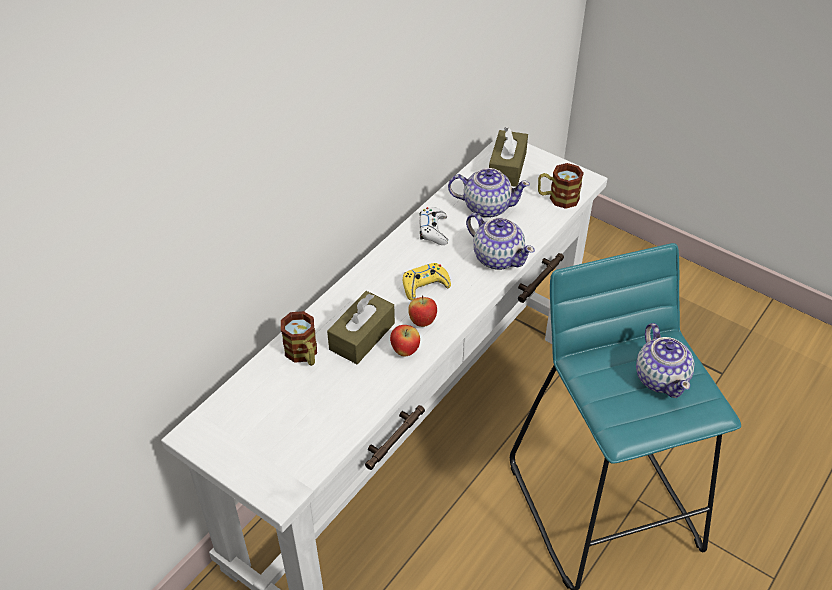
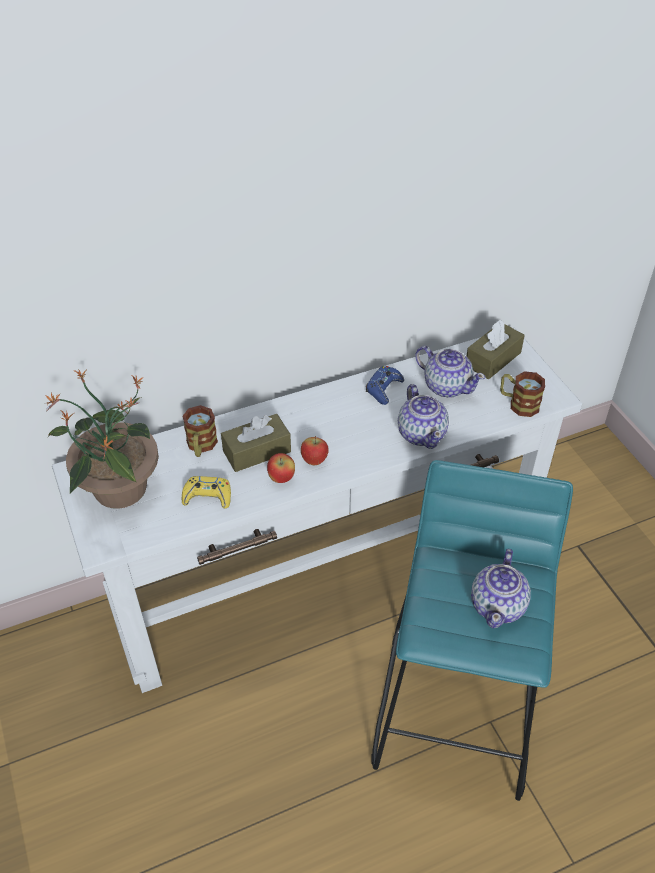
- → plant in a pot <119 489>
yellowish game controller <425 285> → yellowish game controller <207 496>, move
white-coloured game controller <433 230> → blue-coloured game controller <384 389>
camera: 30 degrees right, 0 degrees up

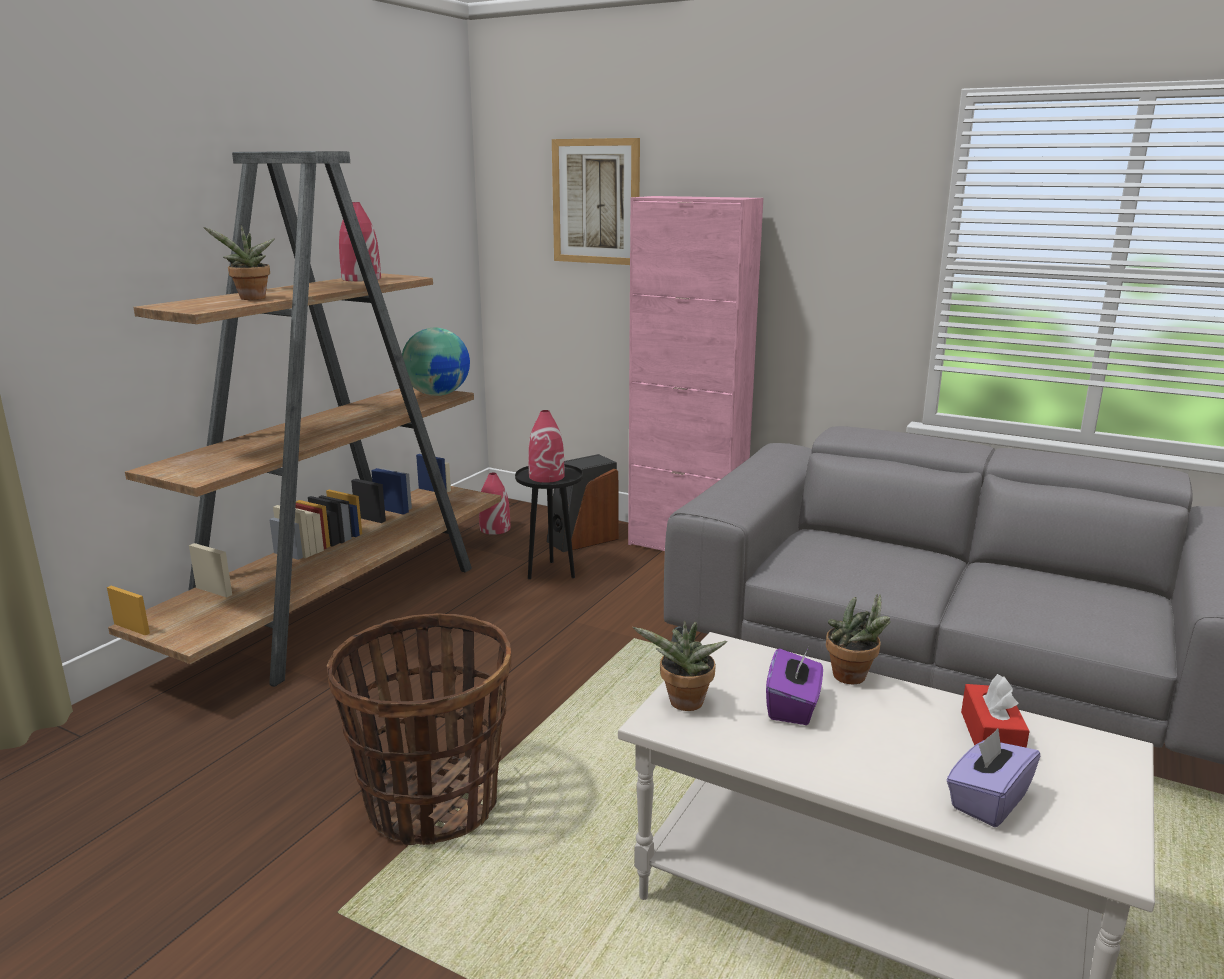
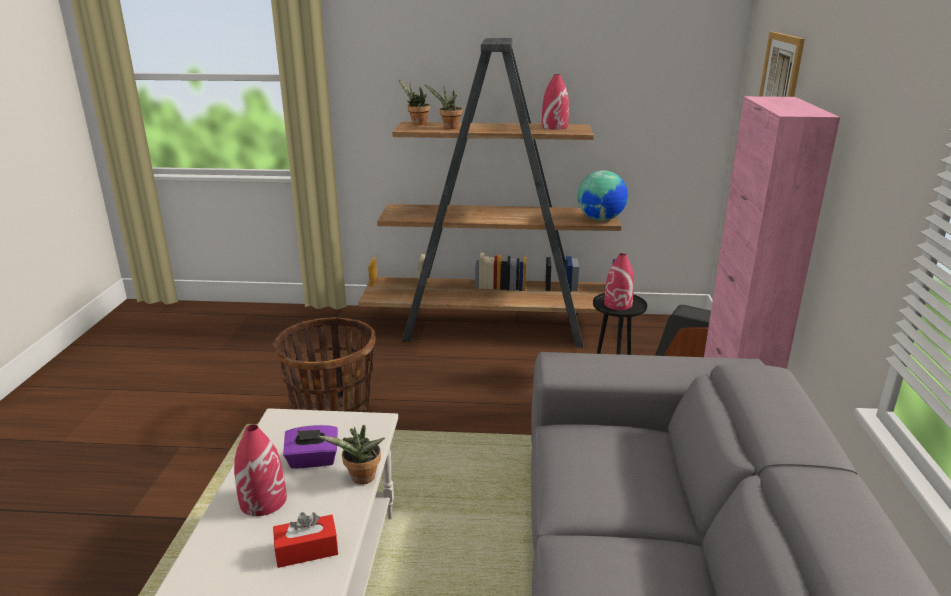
purple-coloured tissue holder <987 800> → -
red-coloured decorative vase <494 529> → red-coloured decorative vase <263 500>, move
plant in a pot <683 705> → plant in a pot <417 123>, move
camera: 65 degrees right, 5 degrees up

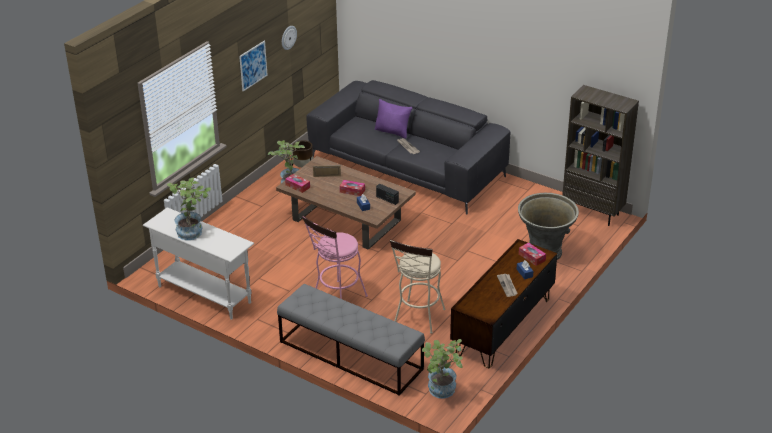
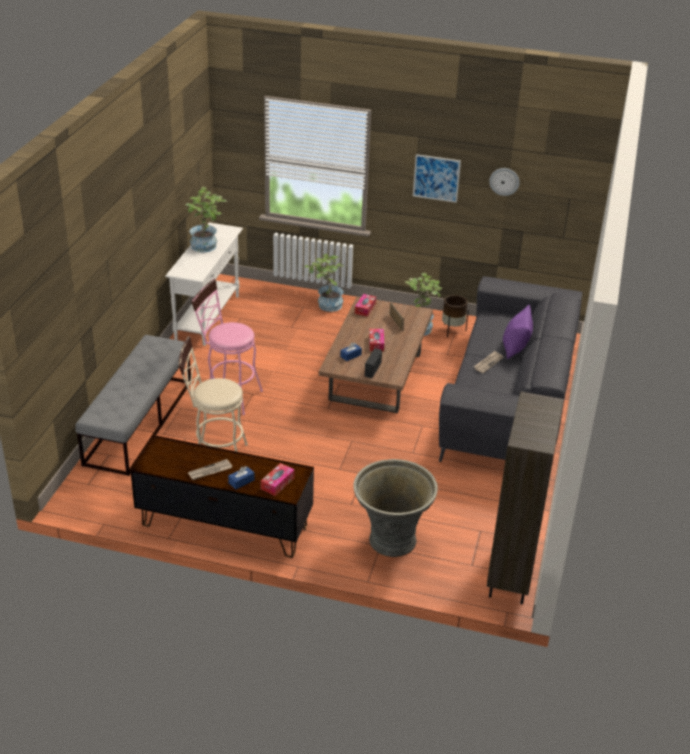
plant in a pot <441 392> → plant in a pot <326 305>, move
camera: 70 degrees right, 0 degrees up

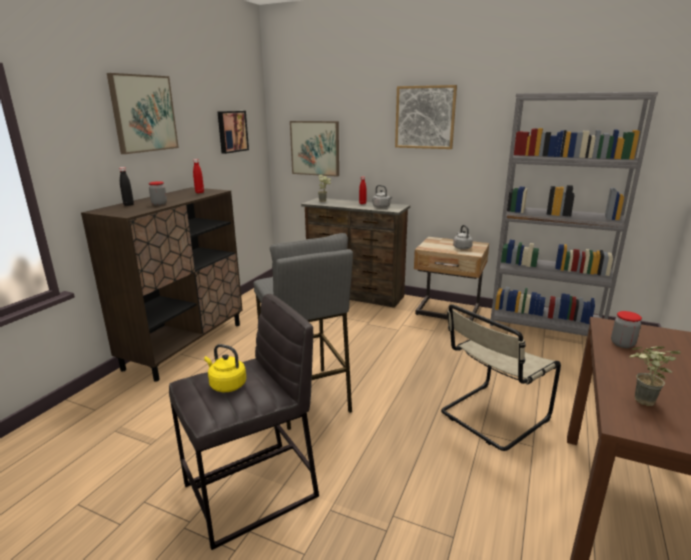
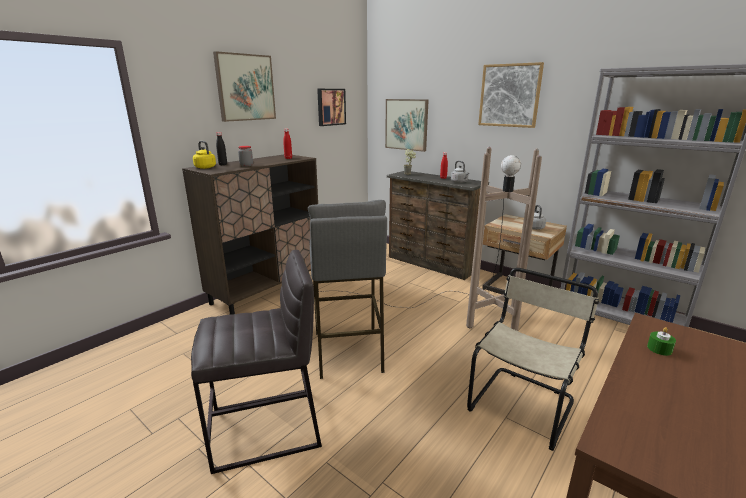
plant in a pot <640 402> → -
- → brown standard lamp <442 309>
yellowish kettle <226 385> → yellowish kettle <204 167>, move
storage jar <622 344> → green wax light <659 349>
beige chair <491 417> → beige chair <523 403>, 150 degrees clockwise
camera: 15 degrees right, 0 degrees up

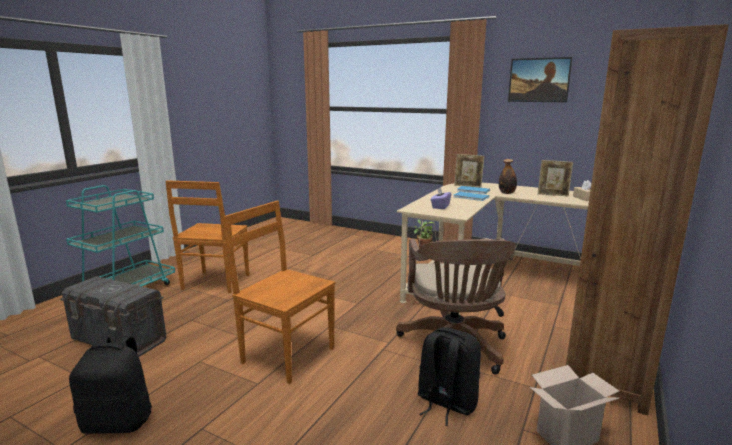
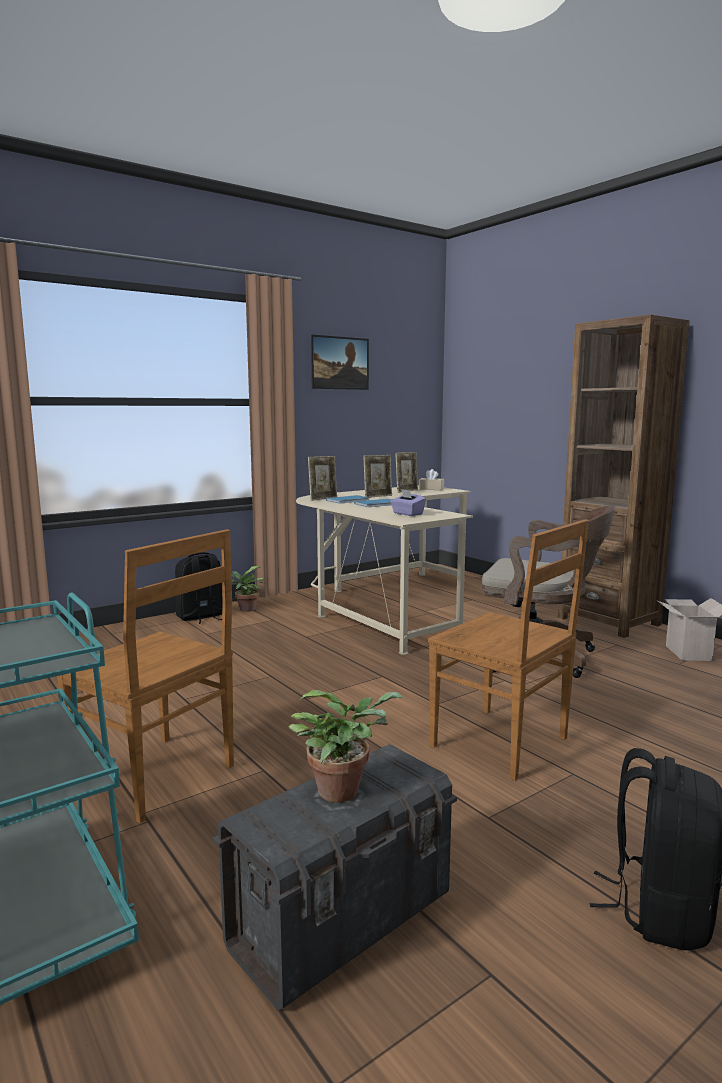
- → plant in a pot <343 789>
black-coloured rucksack <446 403> → black-coloured rucksack <201 617>, move
drink bottle <506 193> → photo frame <378 496>
brown chair <286 354> → brown chair <502 743>, 105 degrees counterclockwise
camera: 65 degrees left, 5 degrees down

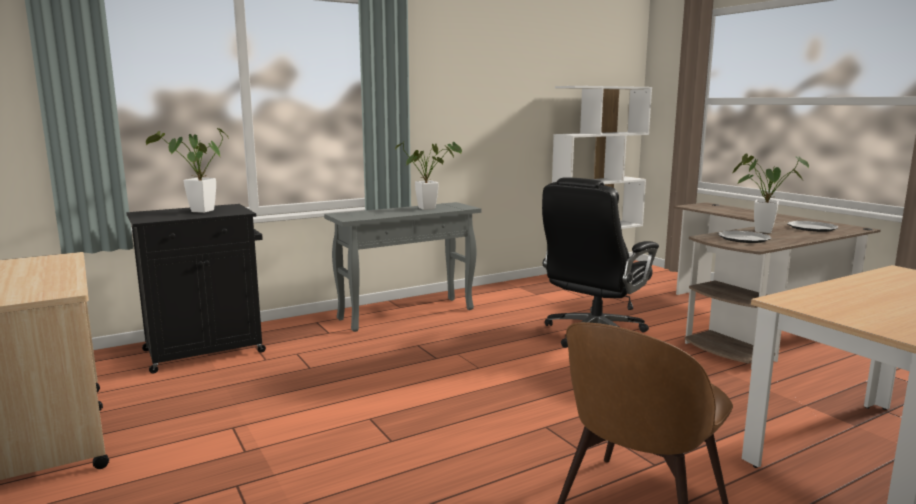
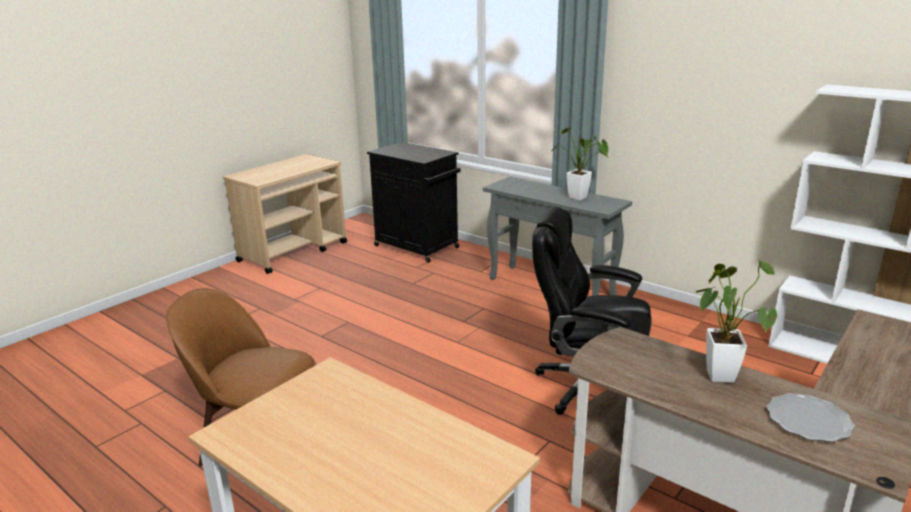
plant in a pot <199 212> → -
flat dish <743 239> → -
camera: 70 degrees right, 10 degrees up

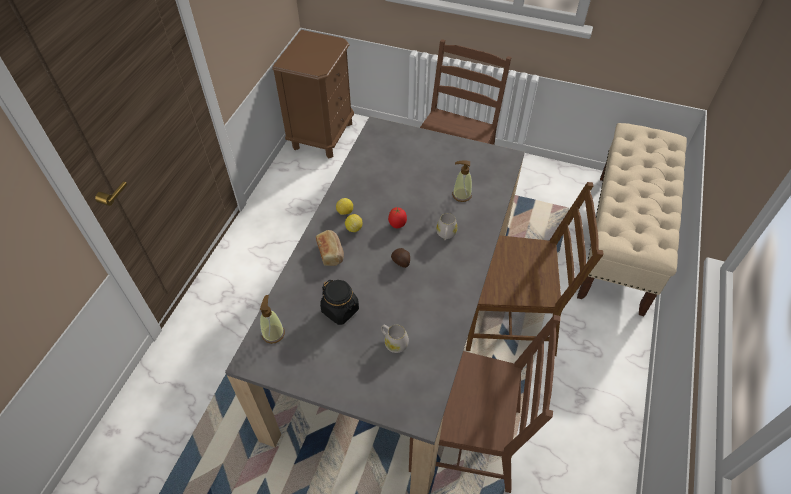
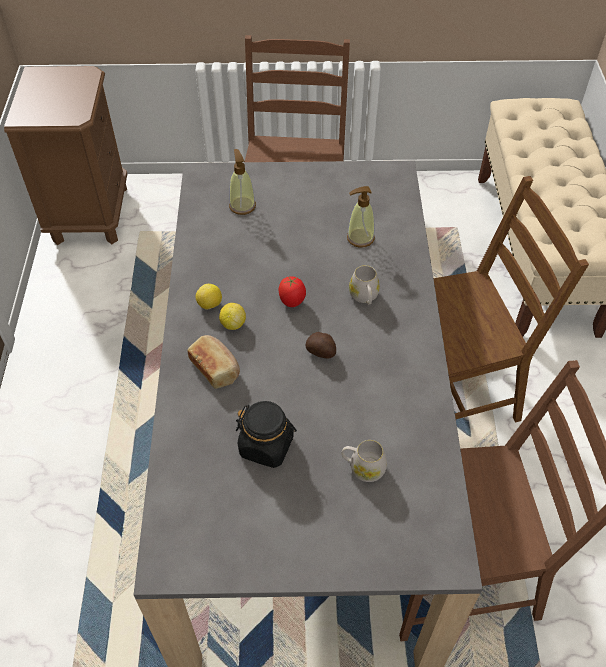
soap dispenser <273 333> → soap dispenser <242 206>, move
camera: 20 degrees left, 0 degrees up

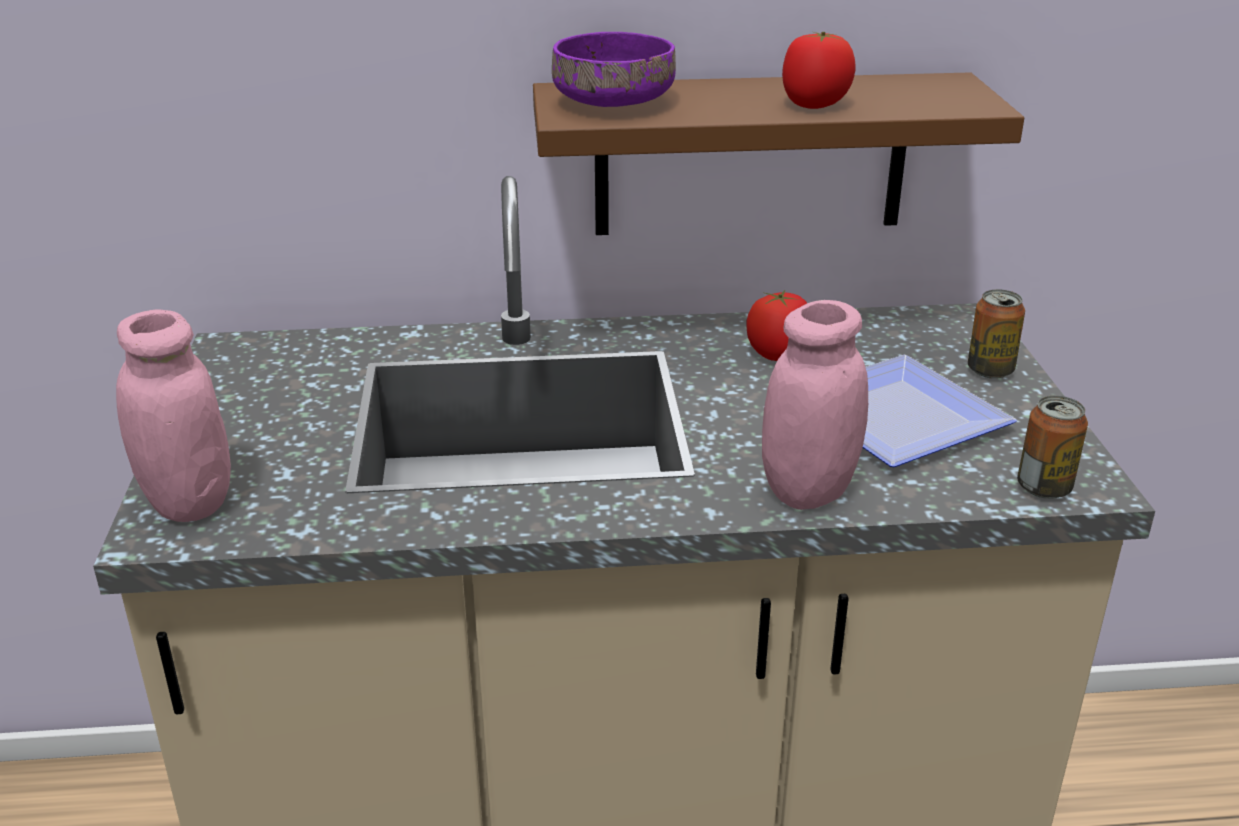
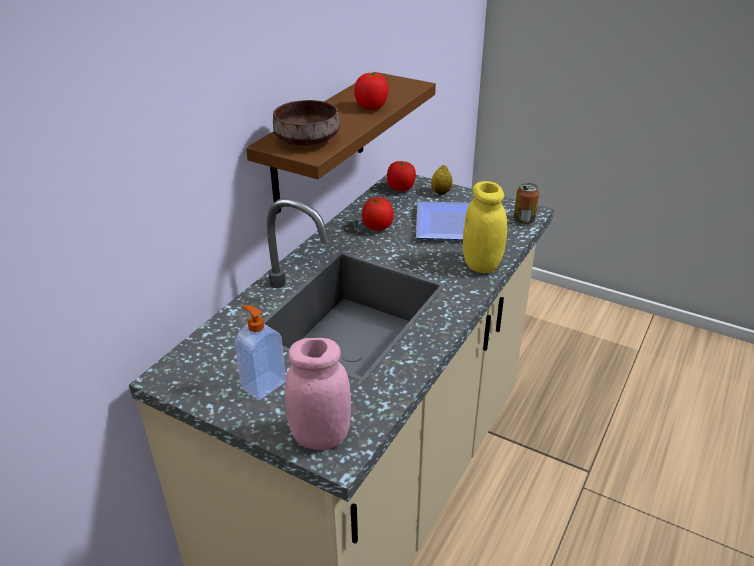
- → soap dispenser <263 385>
- → whole tomato <400 188>
can <990 370> → lemon <441 192>
purple-coloured serving bowl <613 102> → brown serving bowl <306 140>
pink-coloured storage jar <808 491> → yellowish storage jar <481 264>
camera: 55 degrees left, 5 degrees up

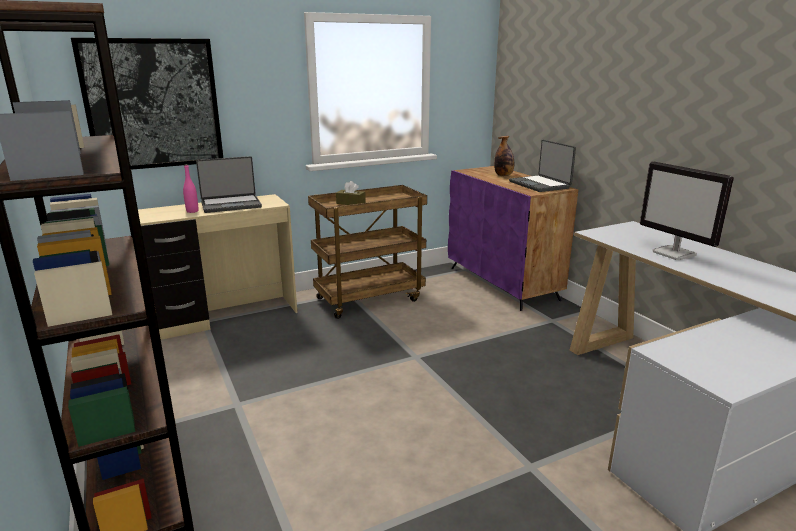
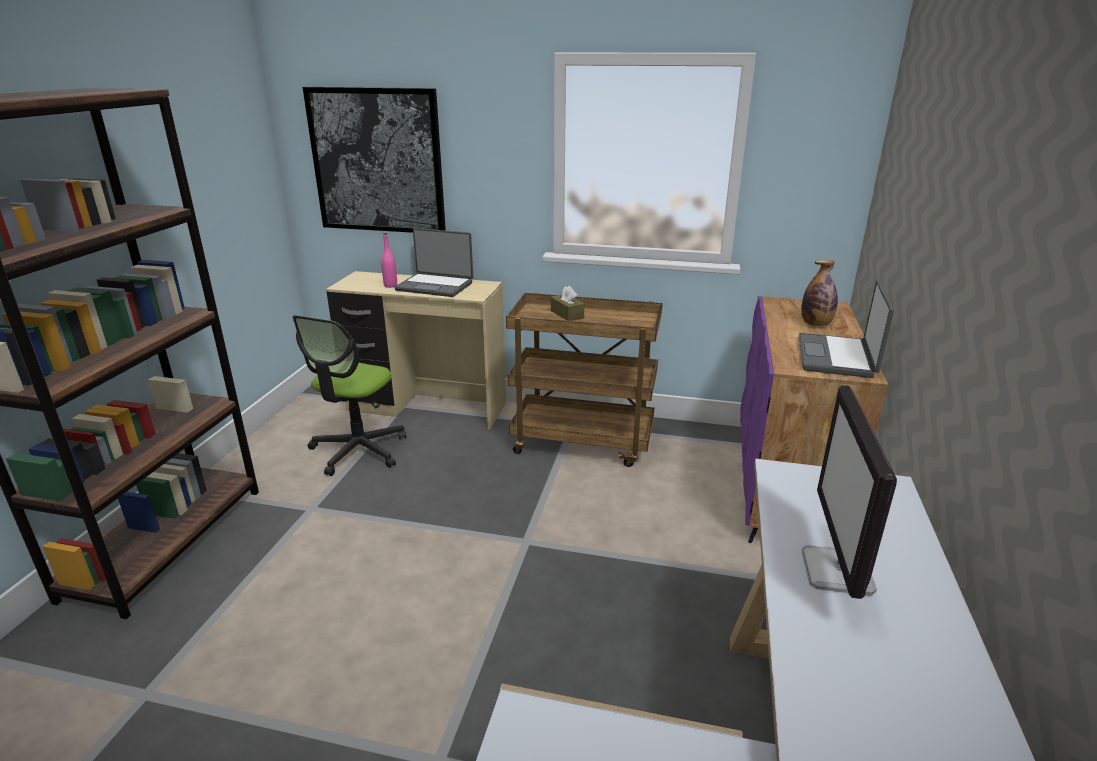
- → office chair <358 450>
camera: 40 degrees right, 5 degrees up

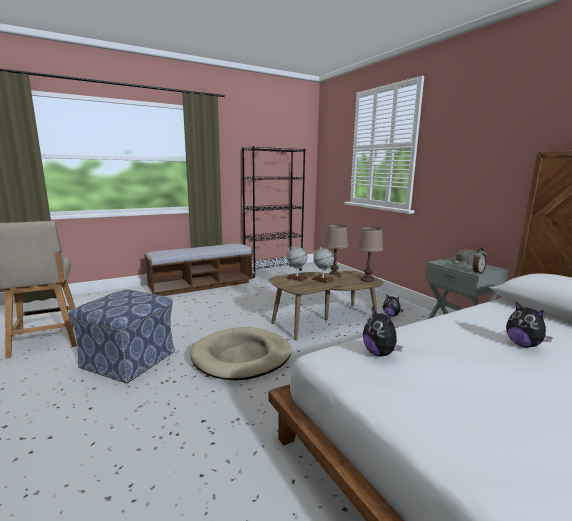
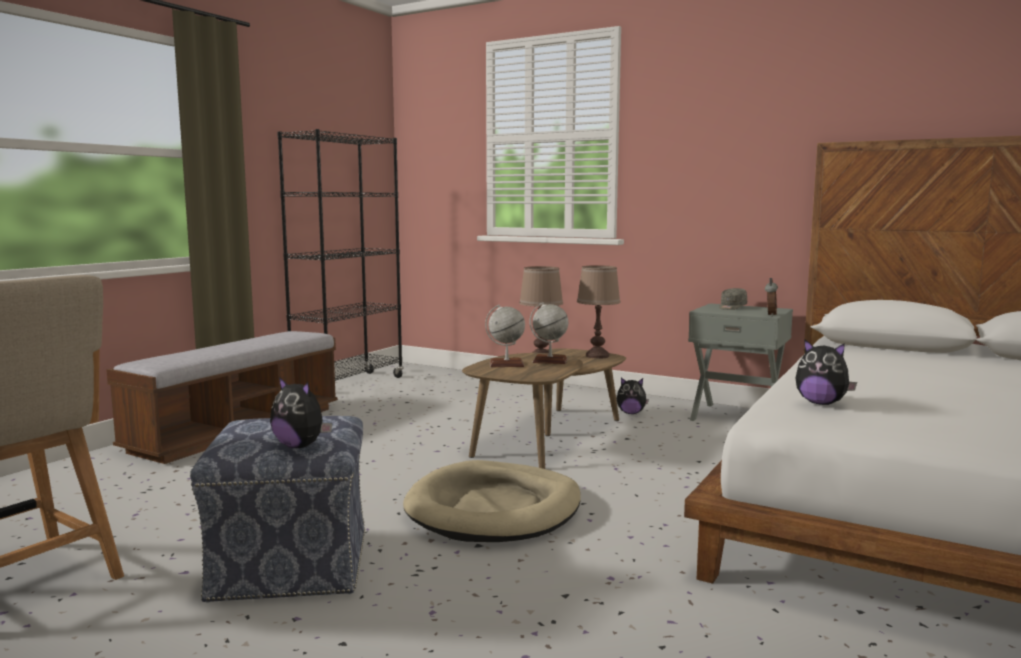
plush toy <523 345> → plush toy <300 446>, move
camera: 30 degrees left, 5 degrees down

